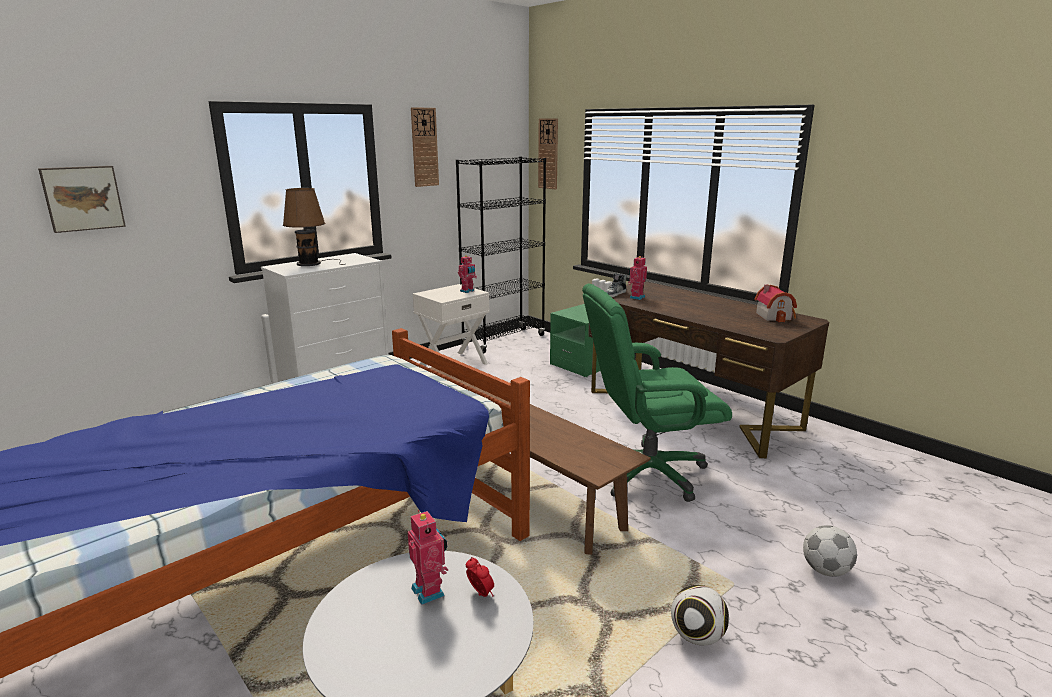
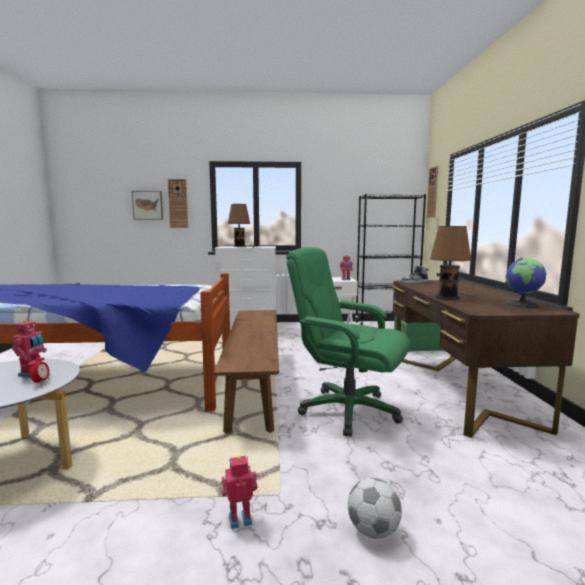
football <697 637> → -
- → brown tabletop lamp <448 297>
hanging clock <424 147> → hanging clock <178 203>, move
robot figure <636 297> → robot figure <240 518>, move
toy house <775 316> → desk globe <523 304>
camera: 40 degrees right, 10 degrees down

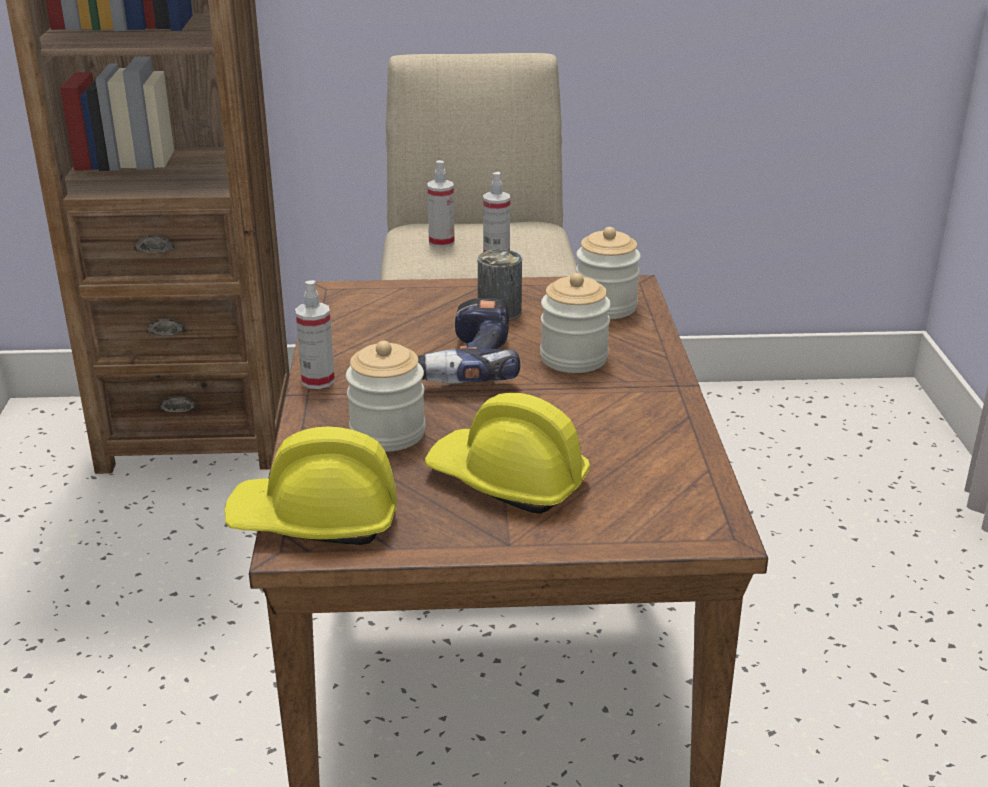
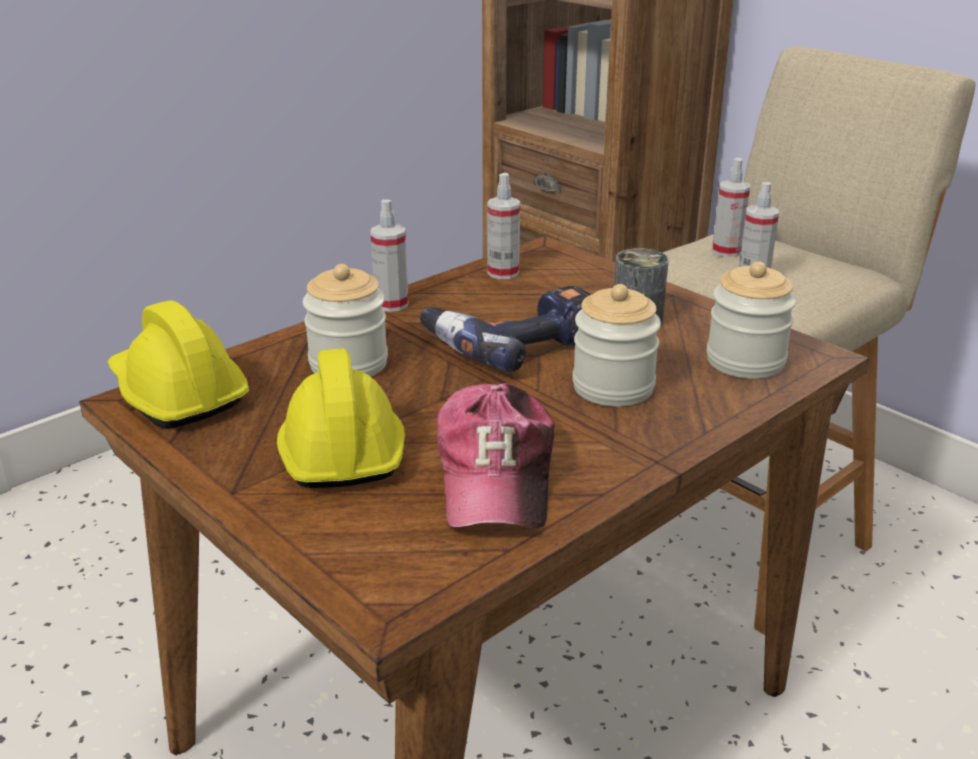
- → cap <496 475>
- → sprayer <503 273>
camera: 50 degrees right, 0 degrees up

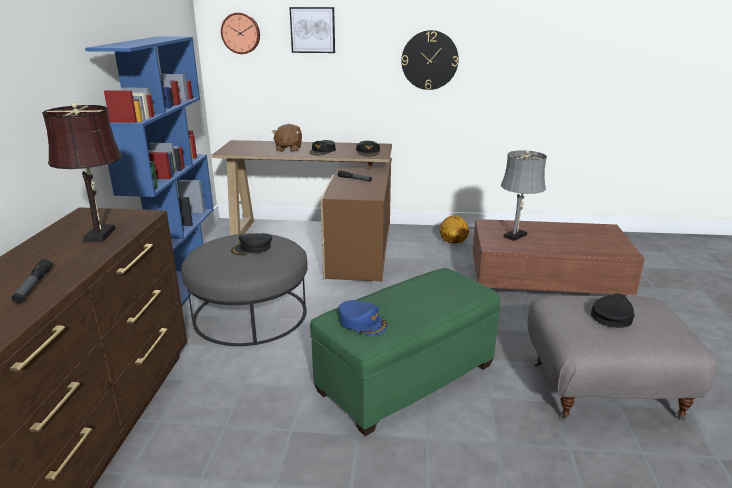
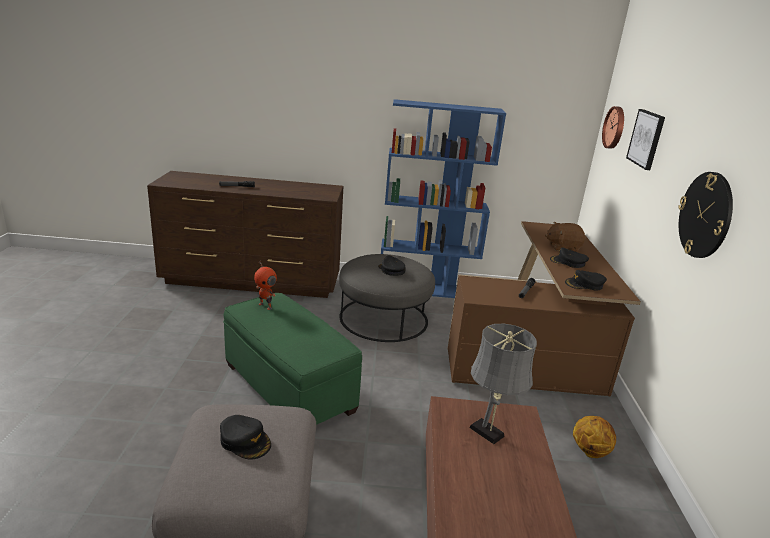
brown tabletop lamp <101 233> → -
blue-coloured cap <362 322> → robot figure <266 306>
camera: 85 degrees right, 0 degrees up

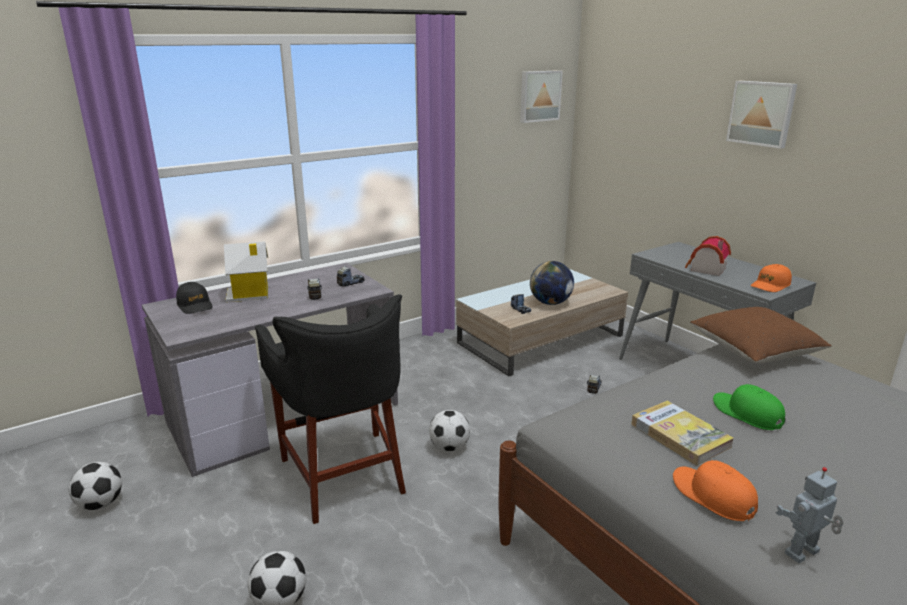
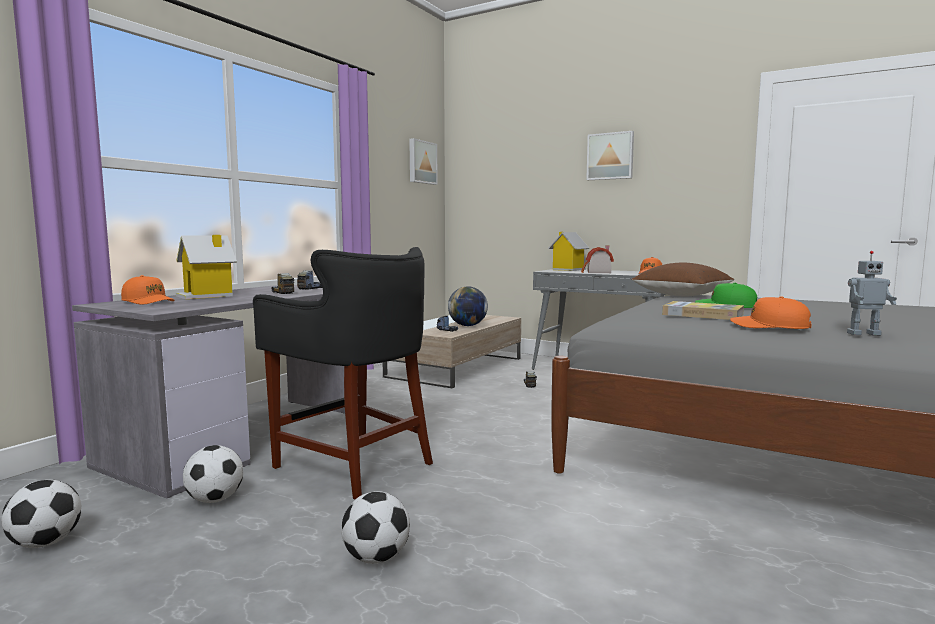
- → toy house <568 269>
football <449 447> → football <214 500>, move
black-coloured cap <195 305> → orange cap <148 301>
robot figure <803 554> → robot figure <863 334>, 120 degrees counterclockwise
camera: 25 degrees left, 15 degrees down

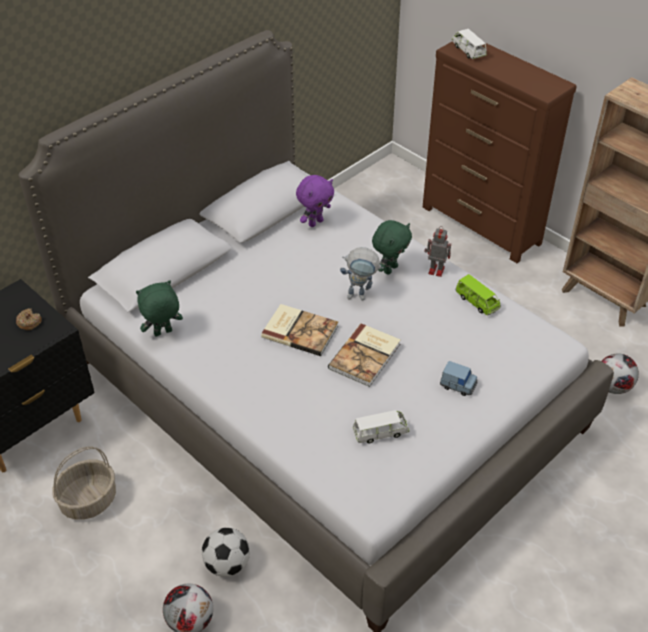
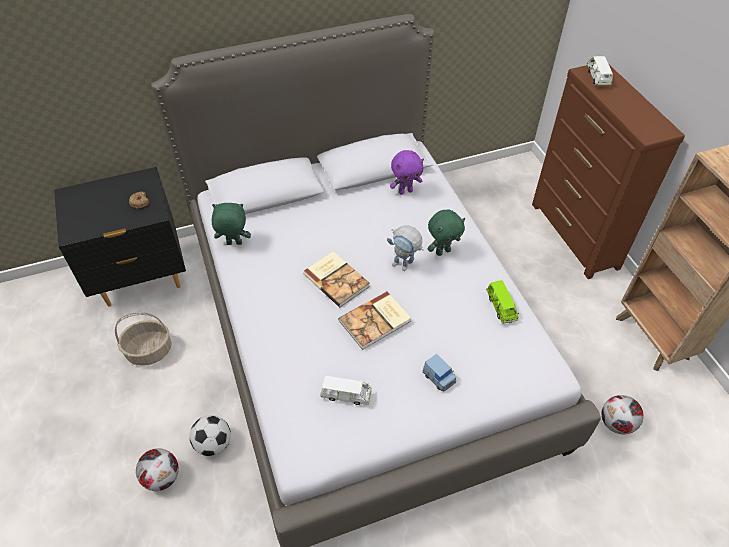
robot figure <435 270> → -
camera: 25 degrees right, 5 degrees up

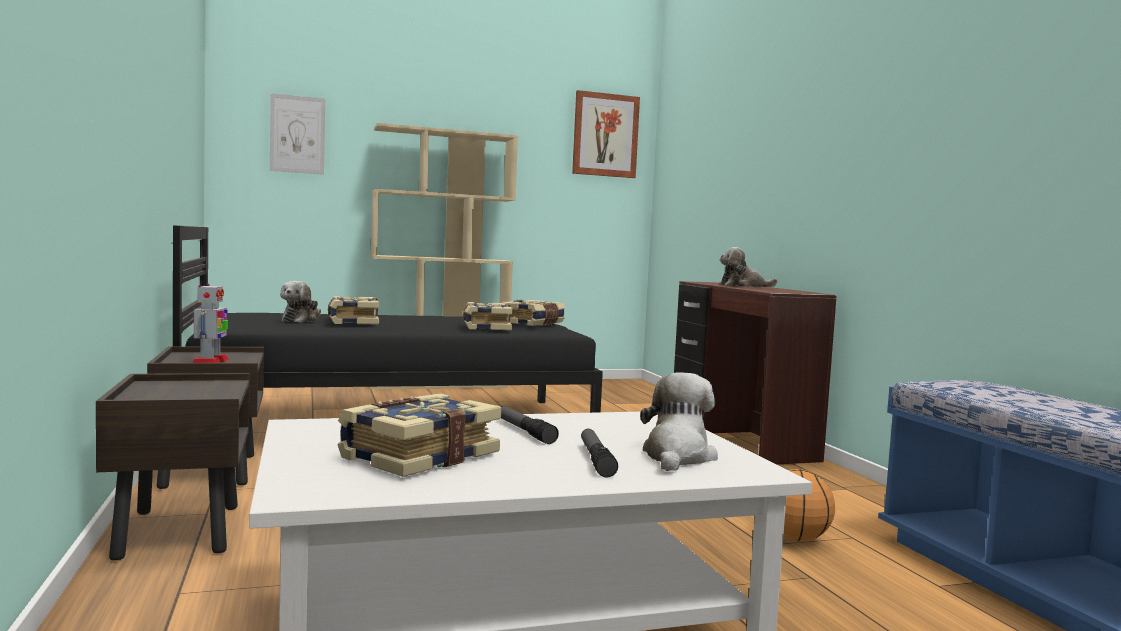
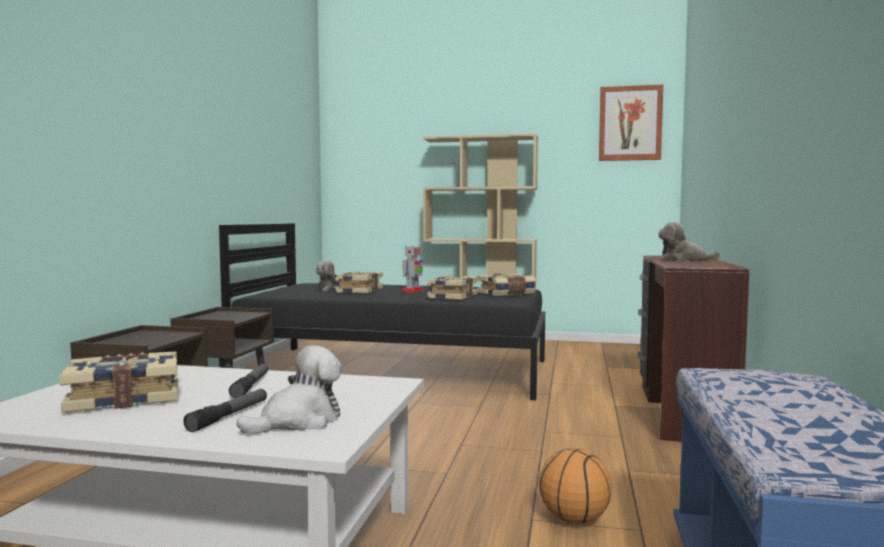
wall picture <297 134> → -
robot figure <210 362> → robot figure <412 291>, move
camera: 30 degrees right, 0 degrees up

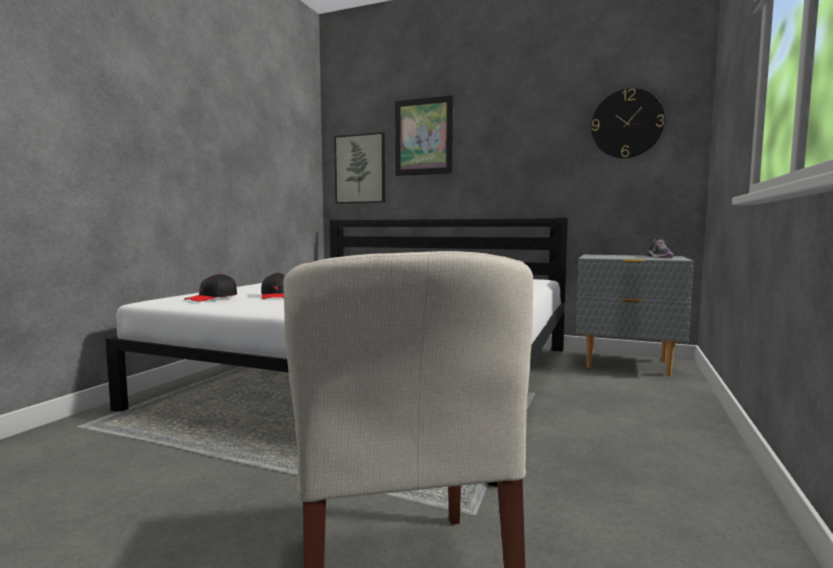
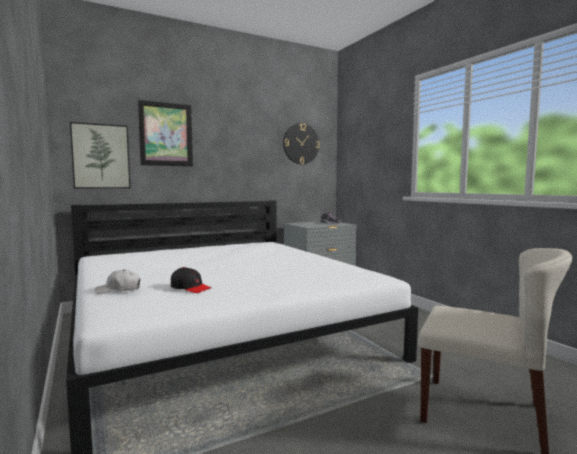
black-coloured cap <212 298> → -
- → white-coloured cap <118 290>
camera: 50 degrees left, 0 degrees up

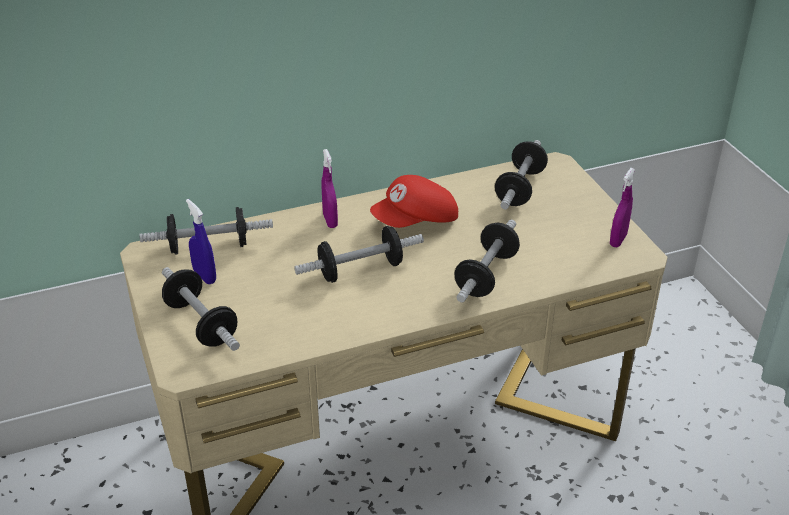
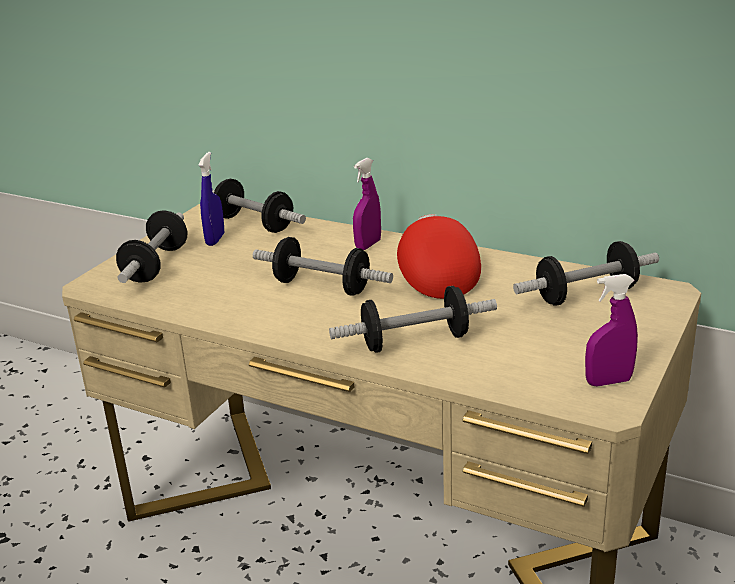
red-coloured cap <416 222> → red-coloured cap <435 276>, 60 degrees clockwise
camera: 50 degrees right, 10 degrees down

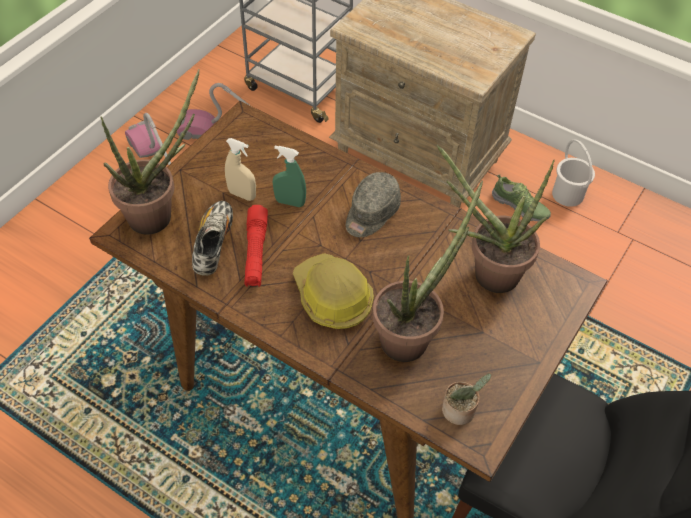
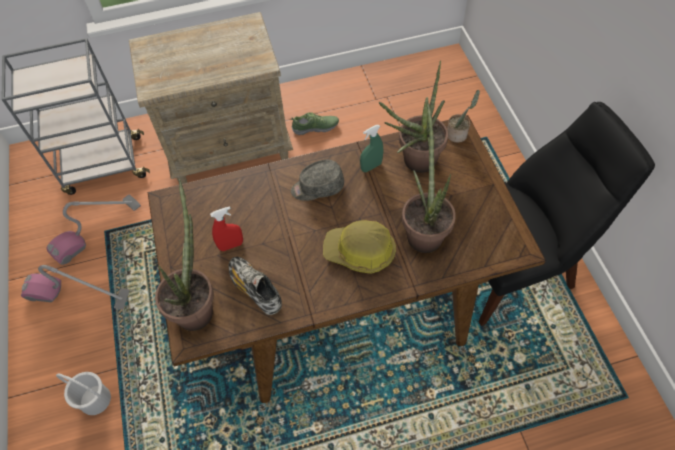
red-coloured torch <256 252> → -
green sprayer <290 202> → green sprayer <371 166>, move
plant in a pot <460 411> → plant in a pot <458 134>, move
white-coloured pail <568 194> → white-coloured pail <95 399>, move
beige sprayer <242 195> → red-coloured sprayer <231 245>
grey cap <371 214> → grey cap <317 187>, 90 degrees clockwise
camera: 45 degrees left, 5 degrees up

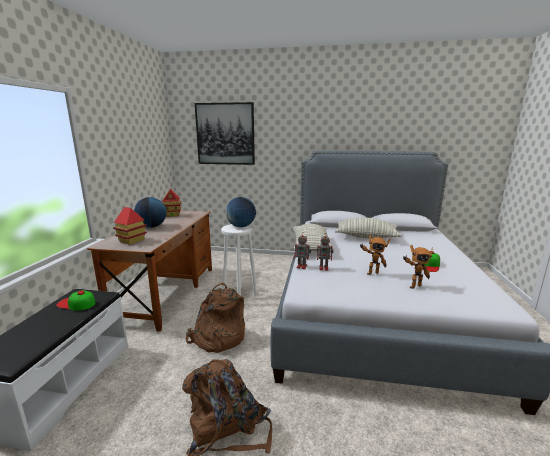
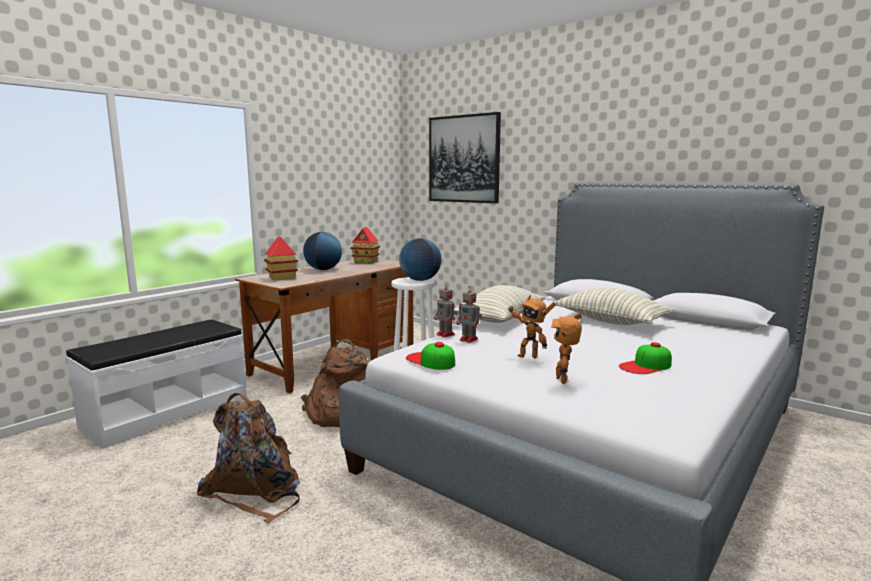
cap <76 303> → cap <430 361>, move
robot figure <414 286> → robot figure <564 380>, 75 degrees clockwise
camera: 30 degrees right, 5 degrees down

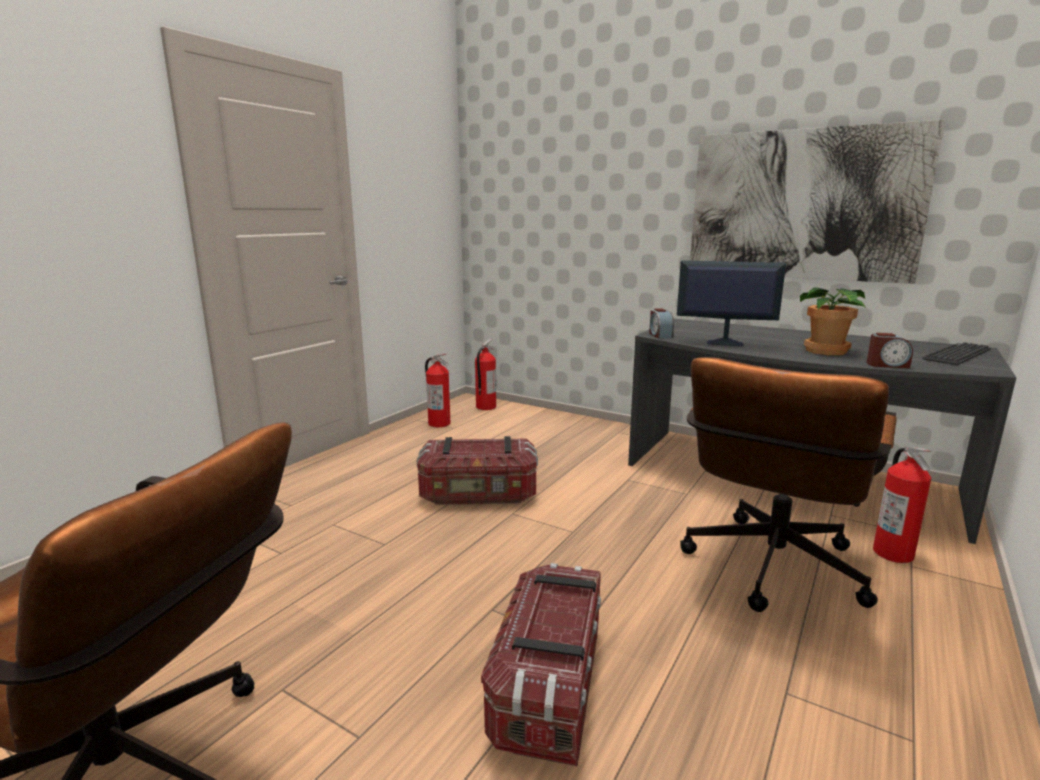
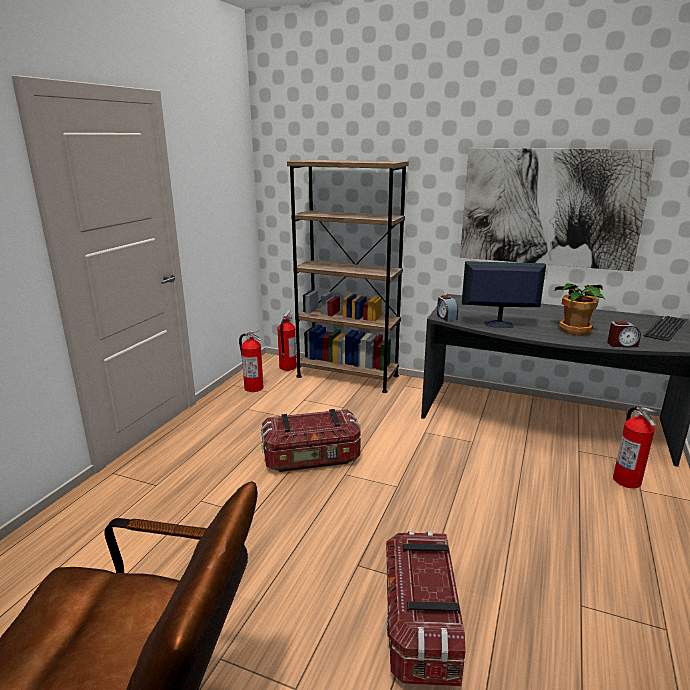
brown office chair <769 573> → -
- → brown shelving unit <347 376>
camera: 10 degrees left, 5 degrees up

